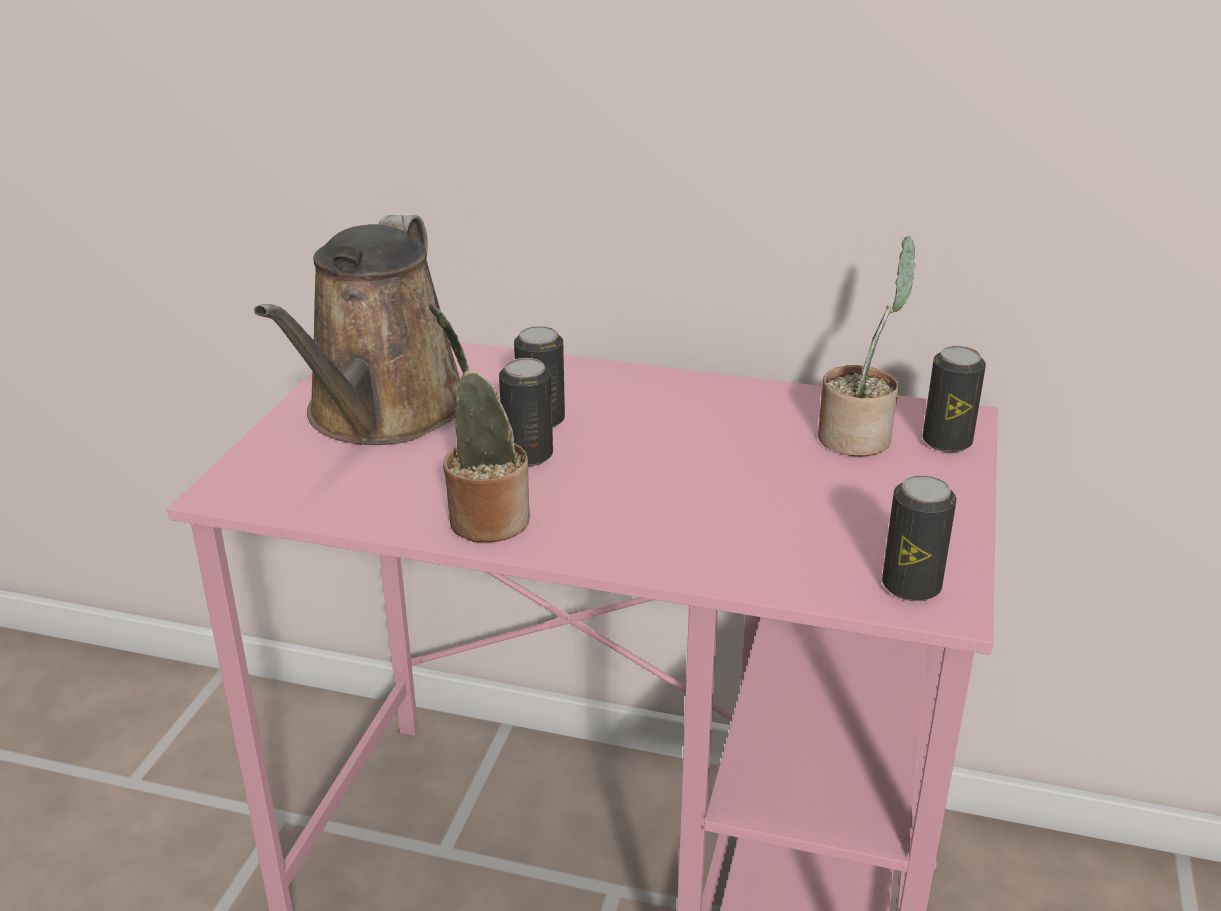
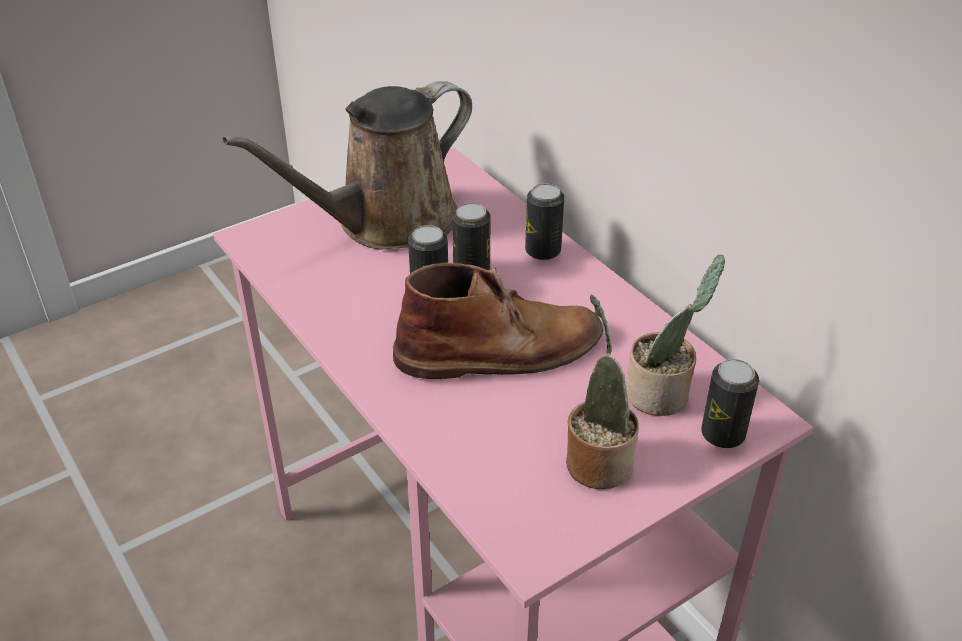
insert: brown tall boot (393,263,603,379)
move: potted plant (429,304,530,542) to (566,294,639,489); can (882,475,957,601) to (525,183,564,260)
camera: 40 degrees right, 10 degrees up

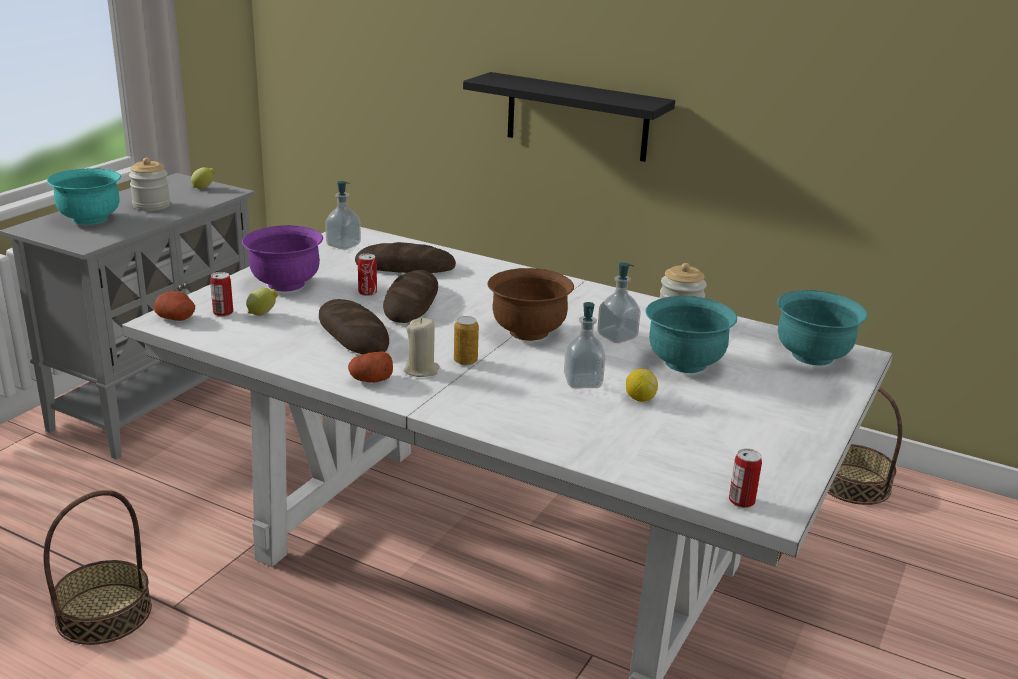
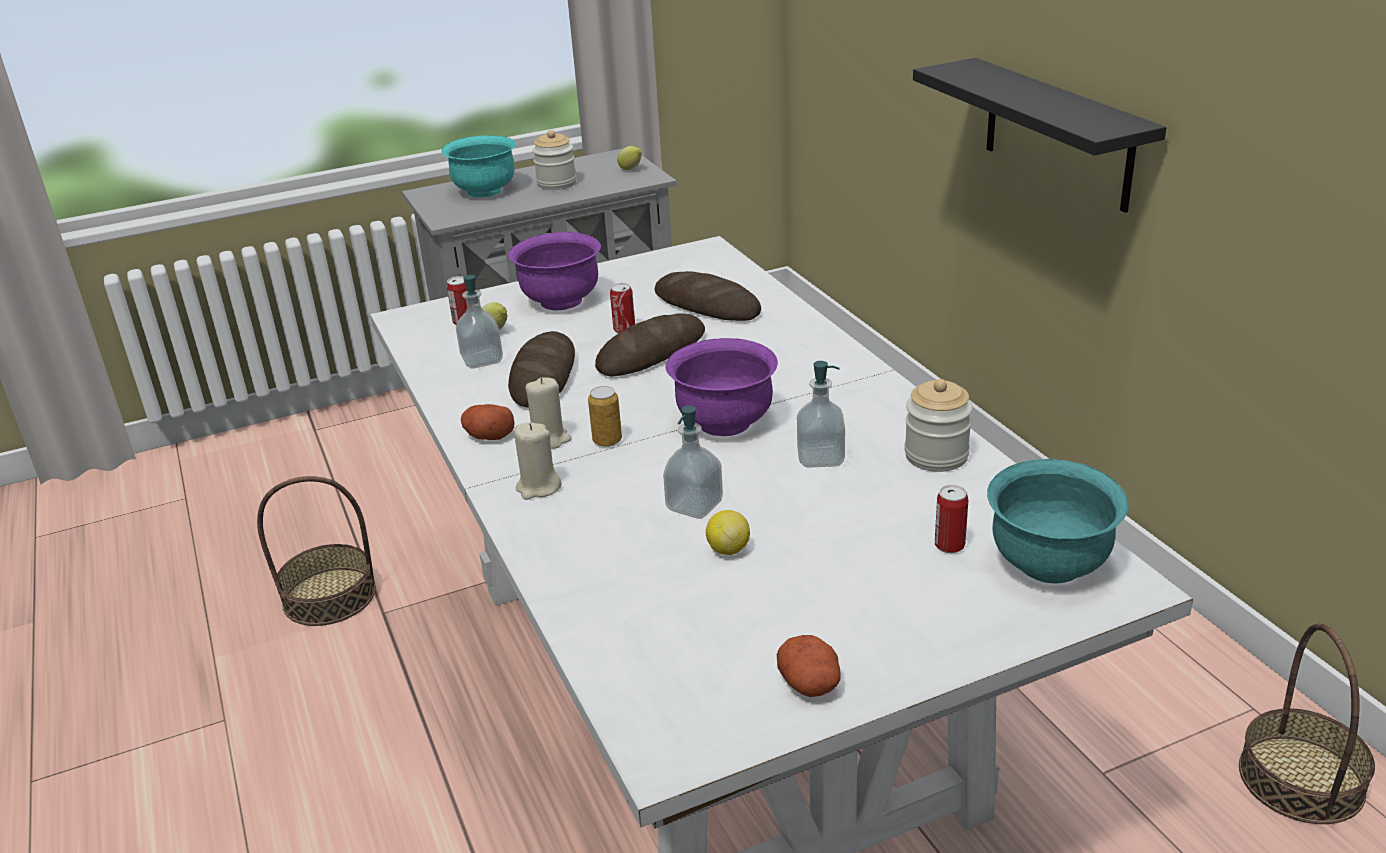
delete: blue-green serving bowl (646,296,737,373)
insert: sand-coloured candle (514,422,562,500)
move: whole potato (154,291,195,321) to (777,635,841,697); liquid soap bottle (325,181,361,250) to (456,275,503,368); can (729,448,762,508) to (935,485,968,553)
recolor: brown serving bowl (487,268,574,341) to purple-coloured serving bowl (666,338,778,436)
camera: 40 degrees right, 5 degrees up

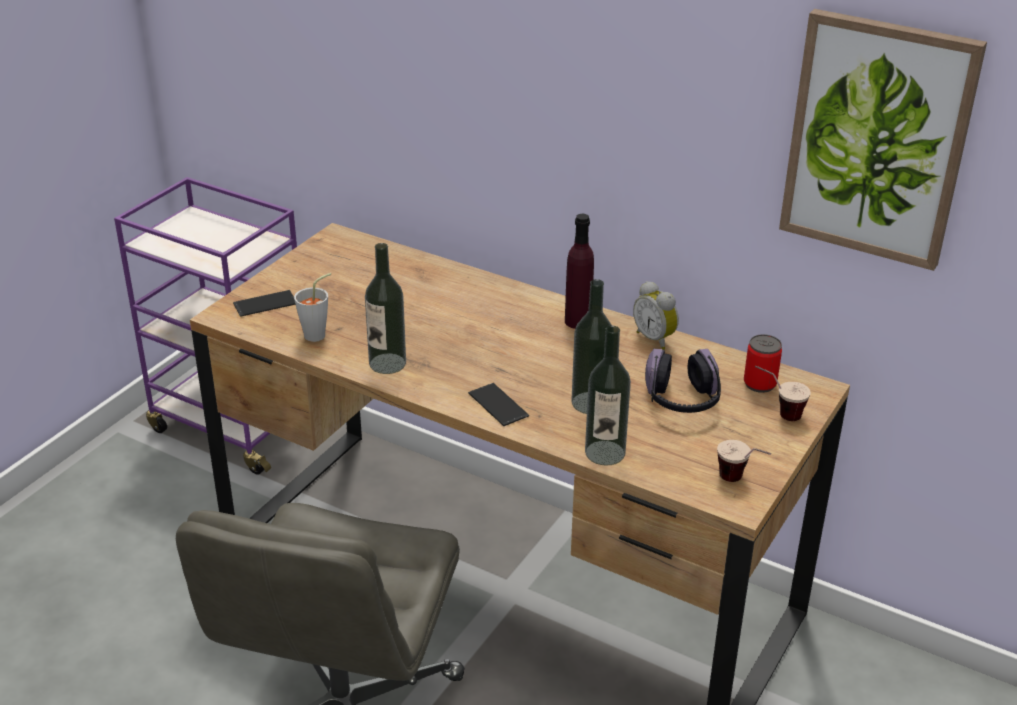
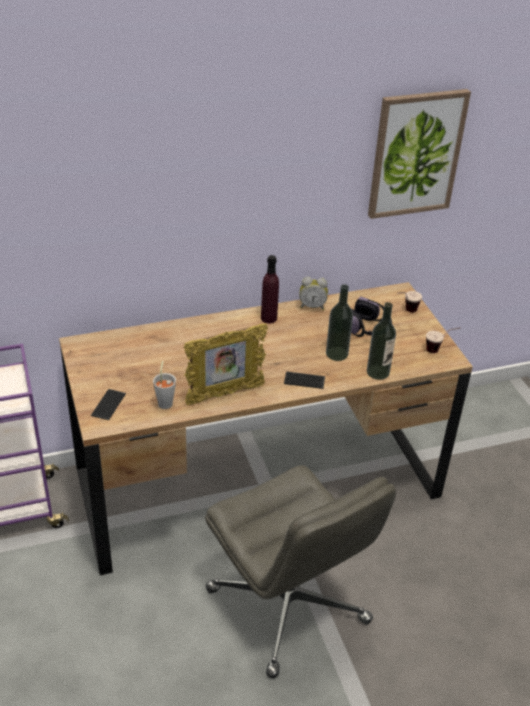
delete: can (744,334,782,393)
replace: bottle (365,243,406,374) to photo frame (184,323,268,405)
camera: 50 degrees left, 5 degrees up

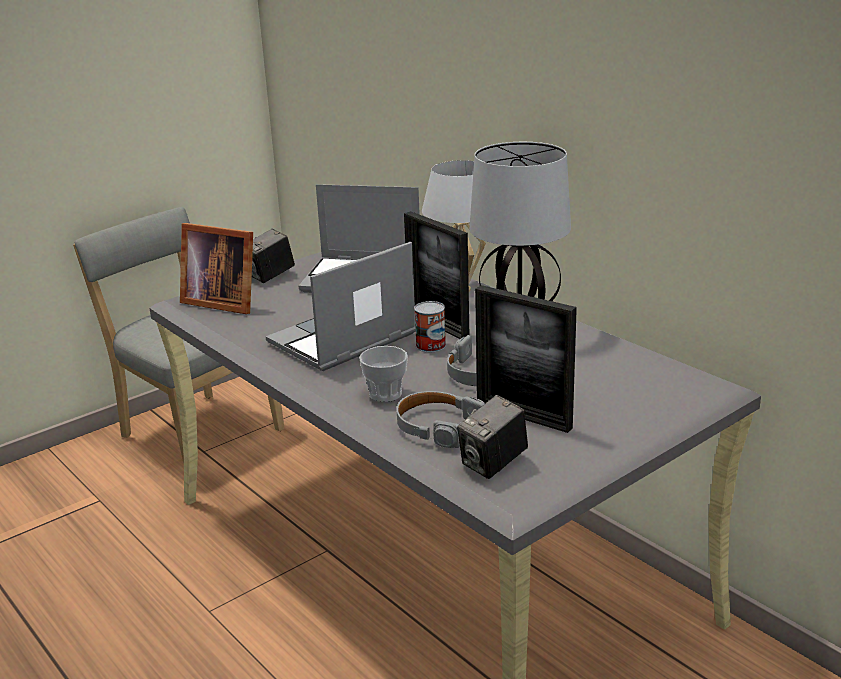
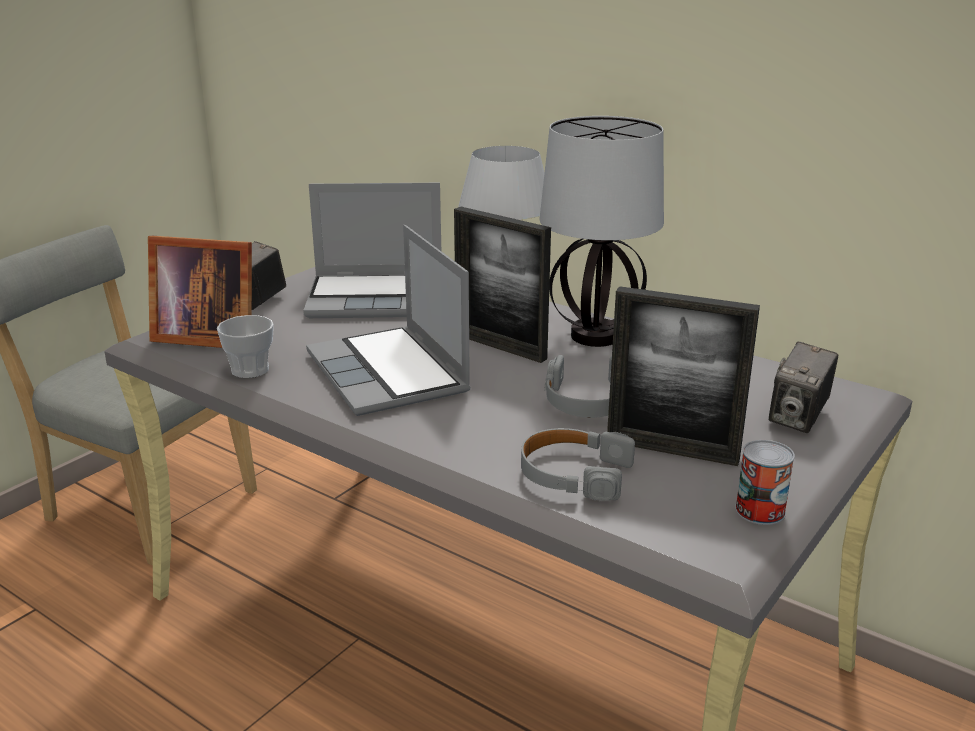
move: drinking cup (359,346,408,402) to (217,315,274,378); can (414,301,446,352) to (735,440,795,525); still camera (457,395,528,479) to (769,342,838,433)
rotate: notebook computer (265,242,416,371) = (306,225,471,416) 60 degrees counterclockwise
camera: 15 degrees left, 0 degrees up

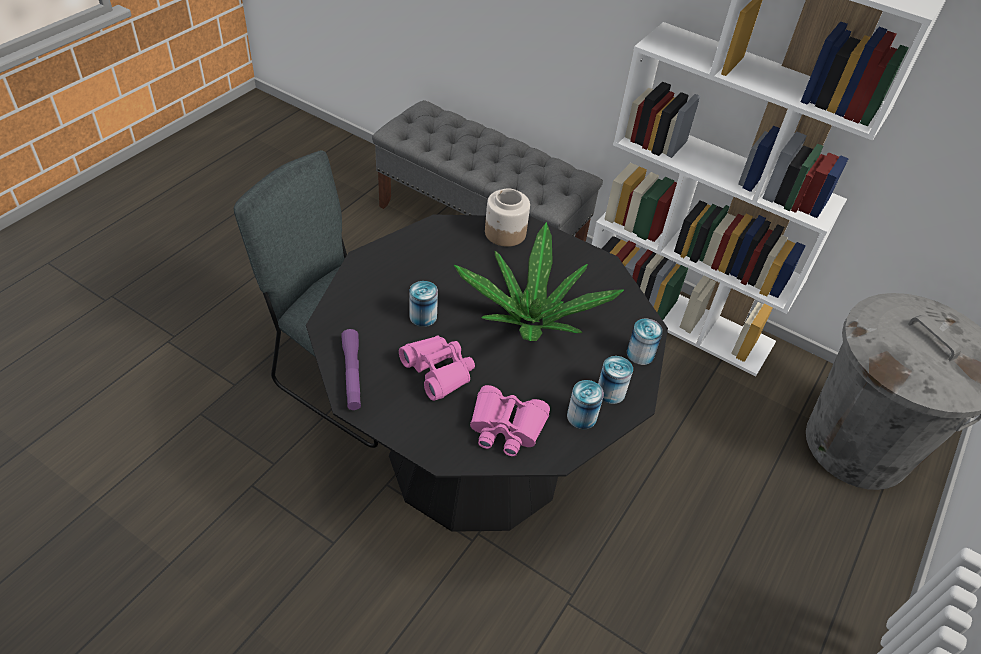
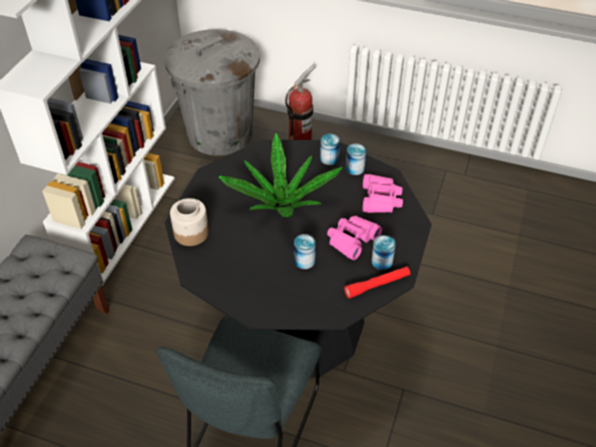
insert: extinguisher (285,64,316,140)
move: can (627,319,663,365) to (372,235,396,270)
recolor: purple-coloured flashlight (341,329,361,410) to reddish flashlight (344,266,410,299)
camera: 100 degrees left, 0 degrees up

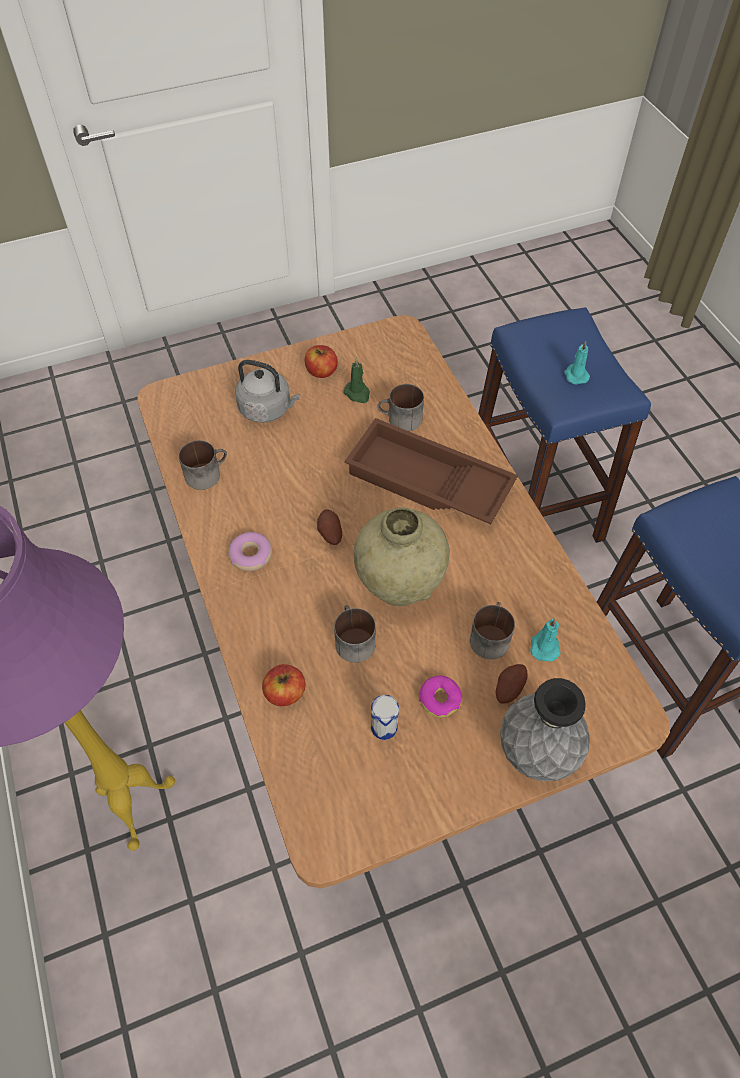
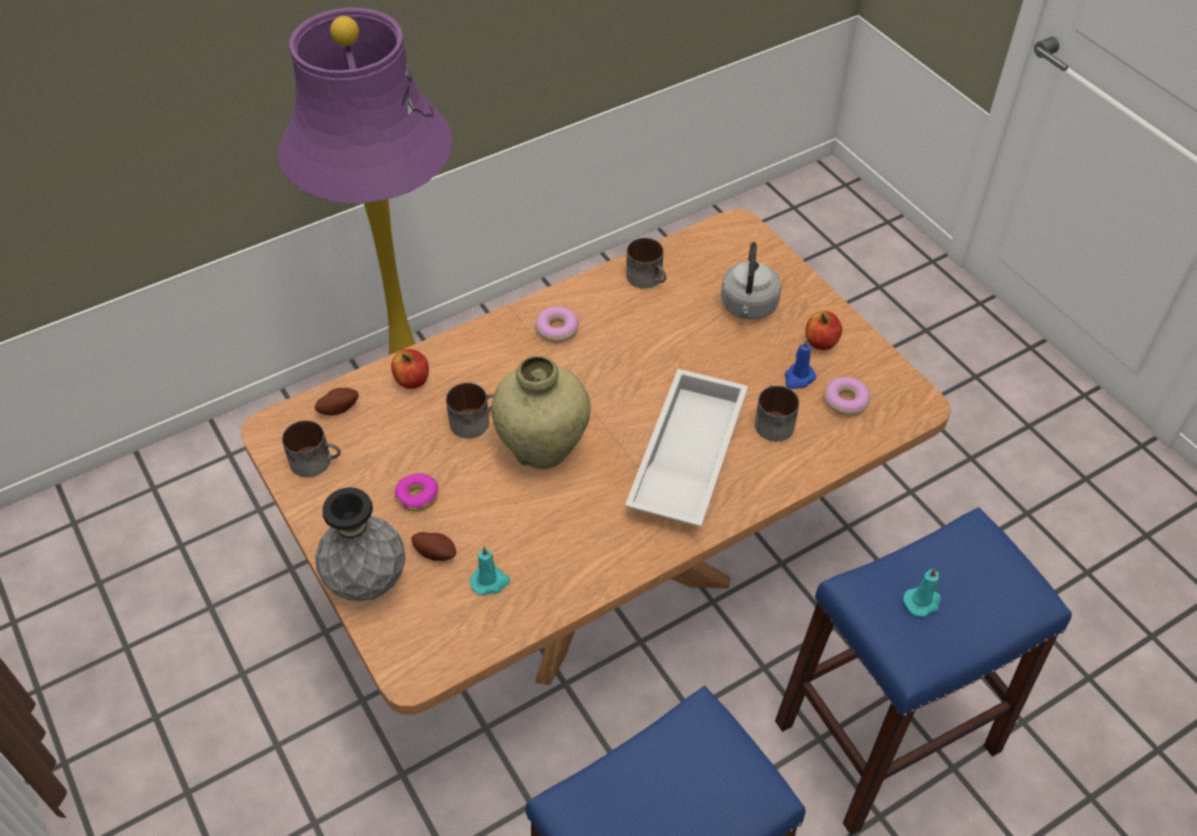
delete: can (371,695,399,740)
insert: doughnut (824,377,870,416)
move: whole potato (317,509,342,545) to (314,388,359,415); mug (470,602,515,659) to (282,420,341,477)
recolor: greenish candle (343,358,370,403) to blue-coloured candle (784,339,816,389); brown tray (344,418,518,524) to whitish tray (625,369,748,527)
camera: 80 degrees right, 5 degrees down

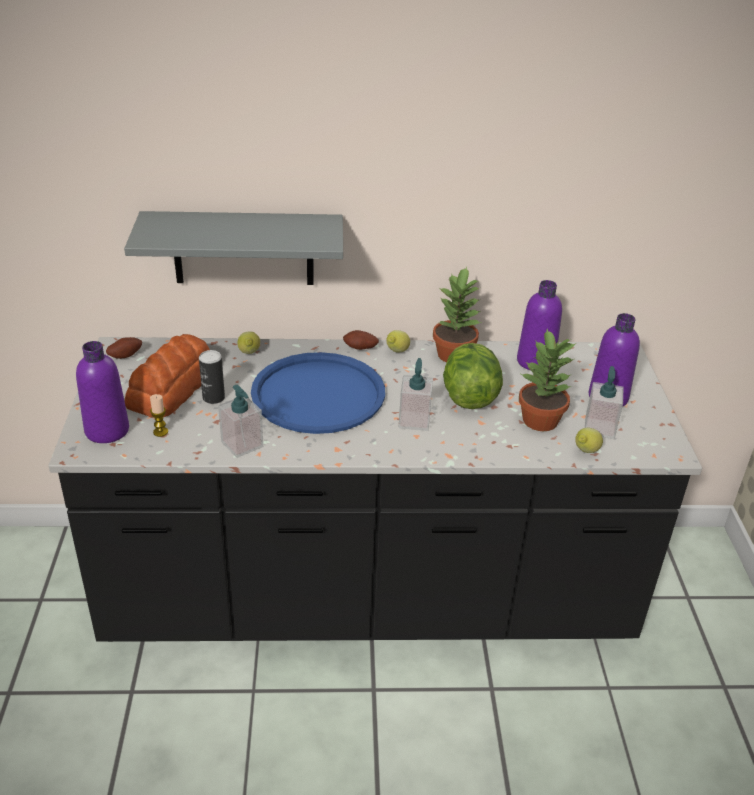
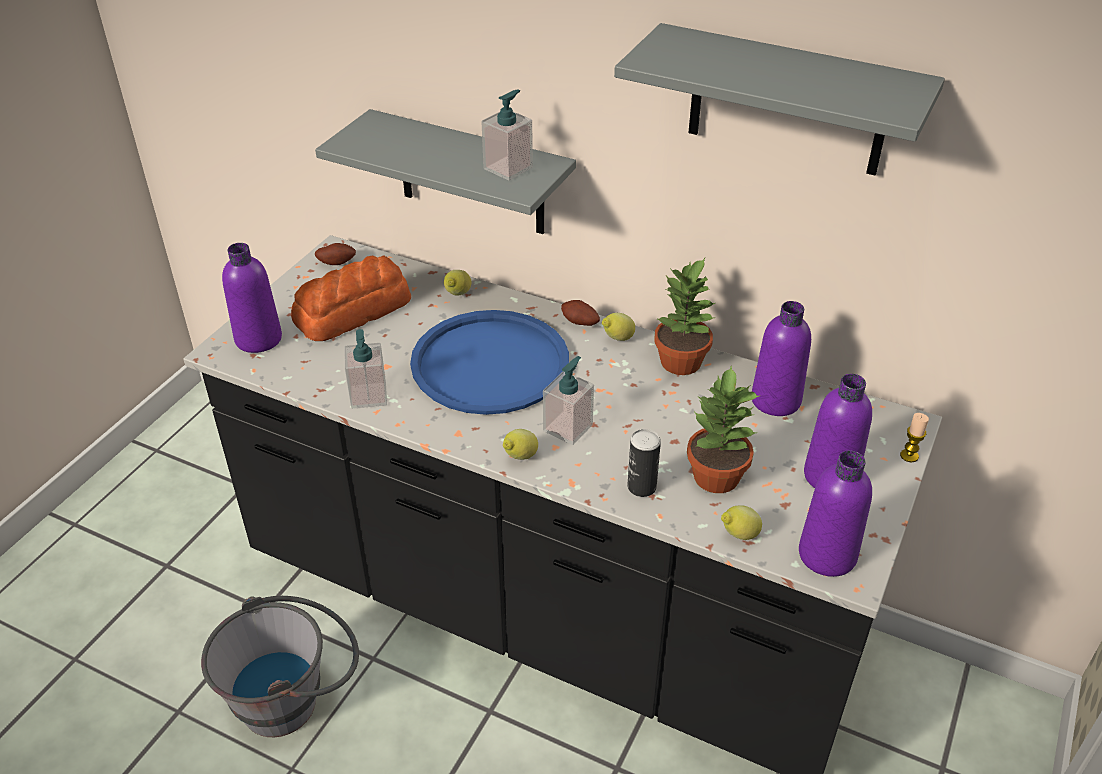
delete: head of lettuce (443,343,503,409)
insert: gray bucket (201,596,359,737); lemon (503,429,538,460); gray bracket shelf (614,23,945,175); purple-coloured bottle (799,450,872,577)
move: candle (150,394,168,437) to (900,413,929,462); can (199,350,225,404) to (627,429,661,497); liquid soap bottle (585,366,623,439) to (481,89,533,181)
camera: 30 degrees right, 5 degrees up

